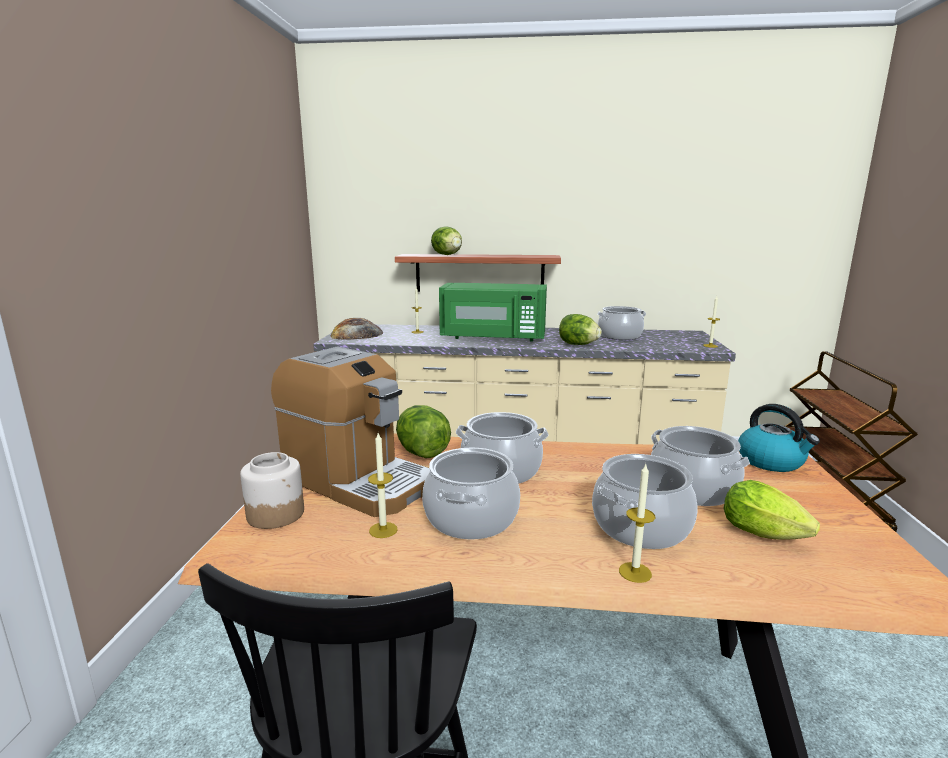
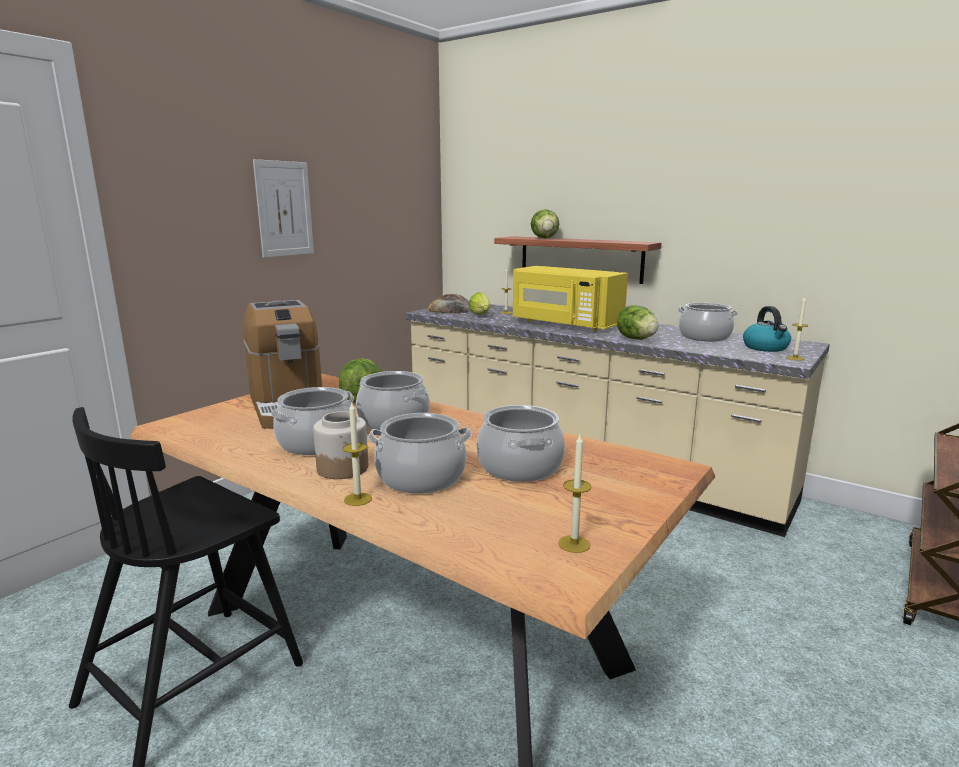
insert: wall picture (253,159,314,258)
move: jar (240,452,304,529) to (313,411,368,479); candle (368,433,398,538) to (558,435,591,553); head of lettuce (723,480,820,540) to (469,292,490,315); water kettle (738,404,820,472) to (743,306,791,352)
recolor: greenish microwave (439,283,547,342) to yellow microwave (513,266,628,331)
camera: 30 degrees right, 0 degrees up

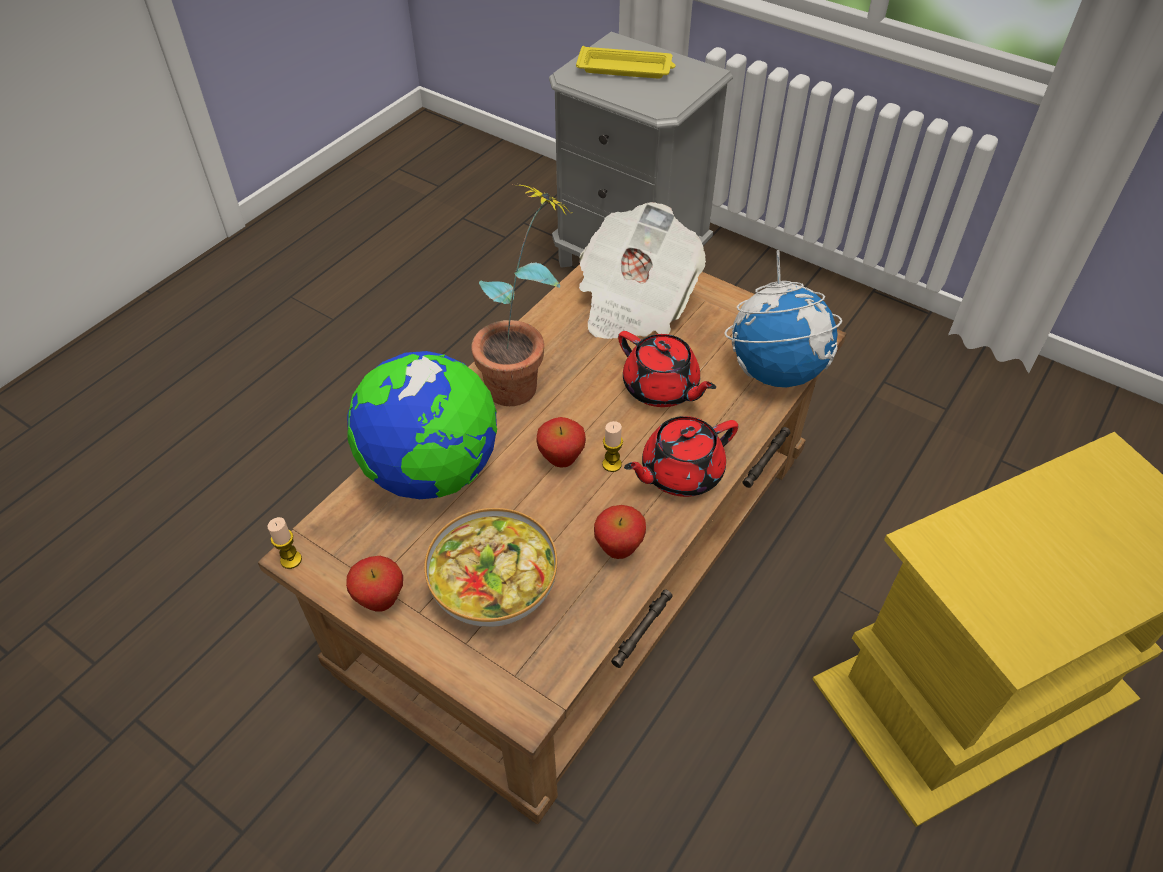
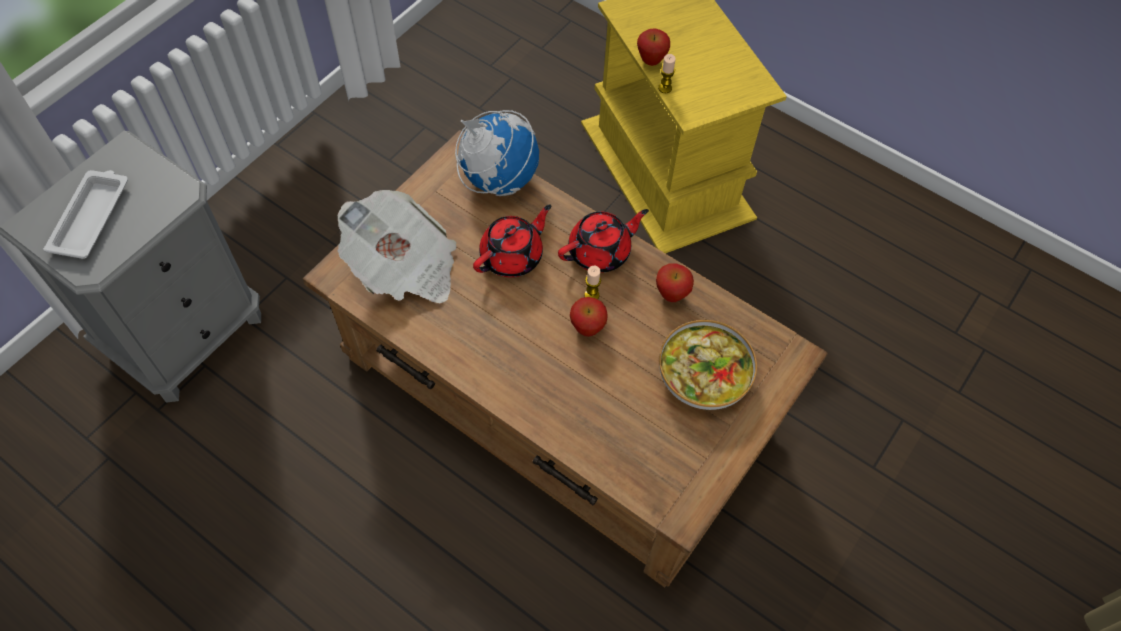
delete: globe (347,351,497,499); potted plant (471,182,569,406)
move: candle (268,517,302,569) to (658,54,676,93); whole apple (346,556,403,612) to (637,28,670,66)
recolor: yellow tray (576,46,676,78) to whitish tray (43,170,128,259)
rotate: reddish teapot (624,416,738,497) = (558,209,649,273) 90 degrees counterclockwise
camera: 90 degrees left, 10 degrees up

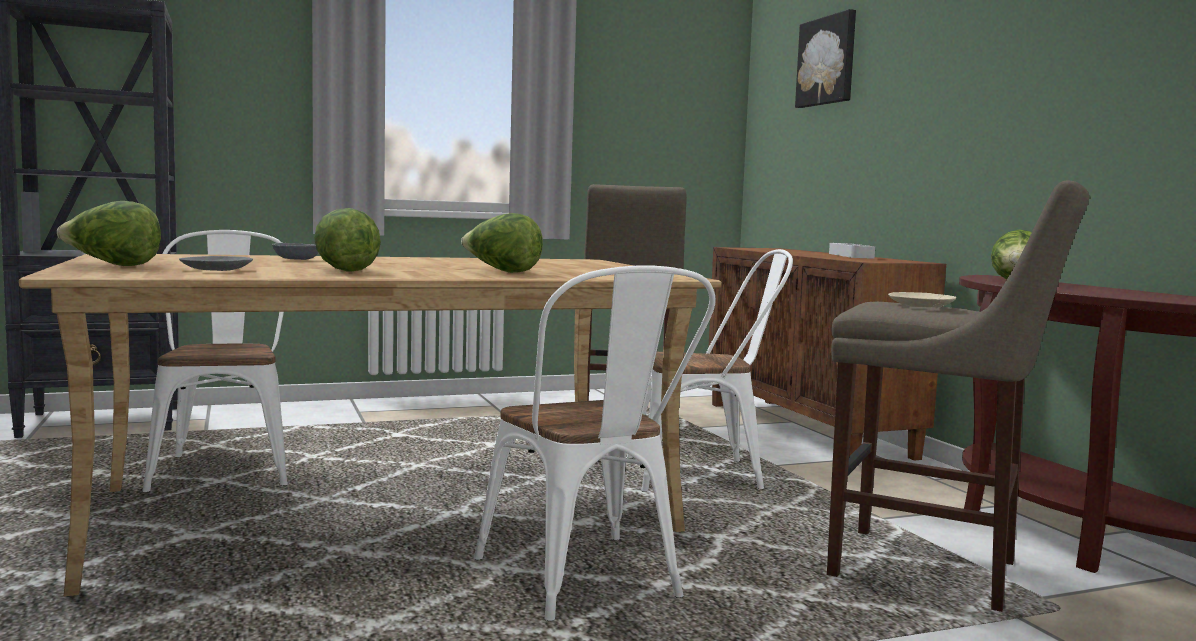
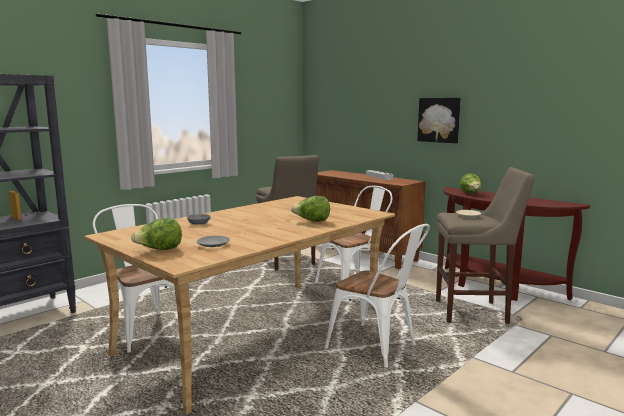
delete: head of lettuce (314,208,381,272)
move: wall picture (795,9,856,108) to (417,98,461,143)
camera: 25 degrees left, 5 degrees up

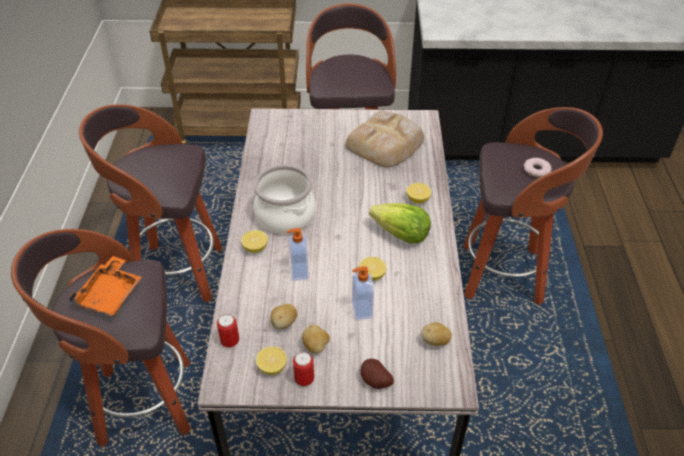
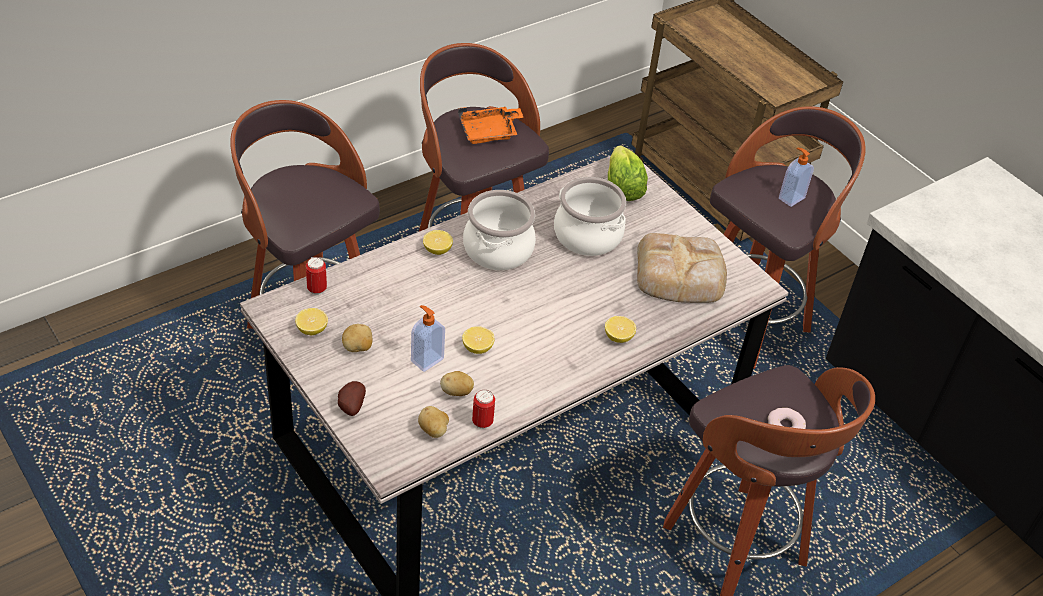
insert: saucepot (554,177,626,256)
move: orange-coloured tray (69,256,142,316) to (458,107,524,144); whole potato (270,304,297,330) to (440,371,474,396); liquid soap bottle (287,228,309,281) to (779,148,814,207); can (293,352,314,387) to (472,390,495,429); head of lettuce (369,203,431,244) to (608,146,648,201)
camera: 50 degrees right, 0 degrees up

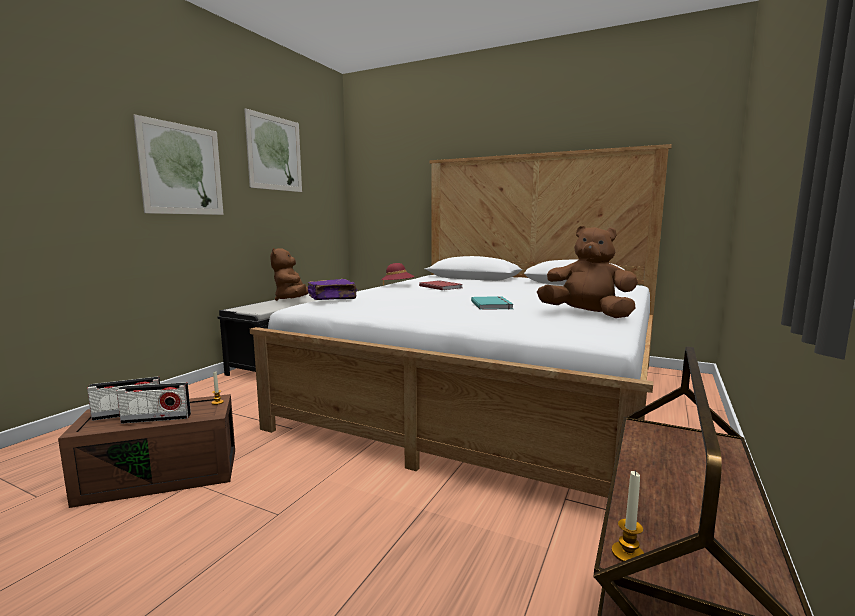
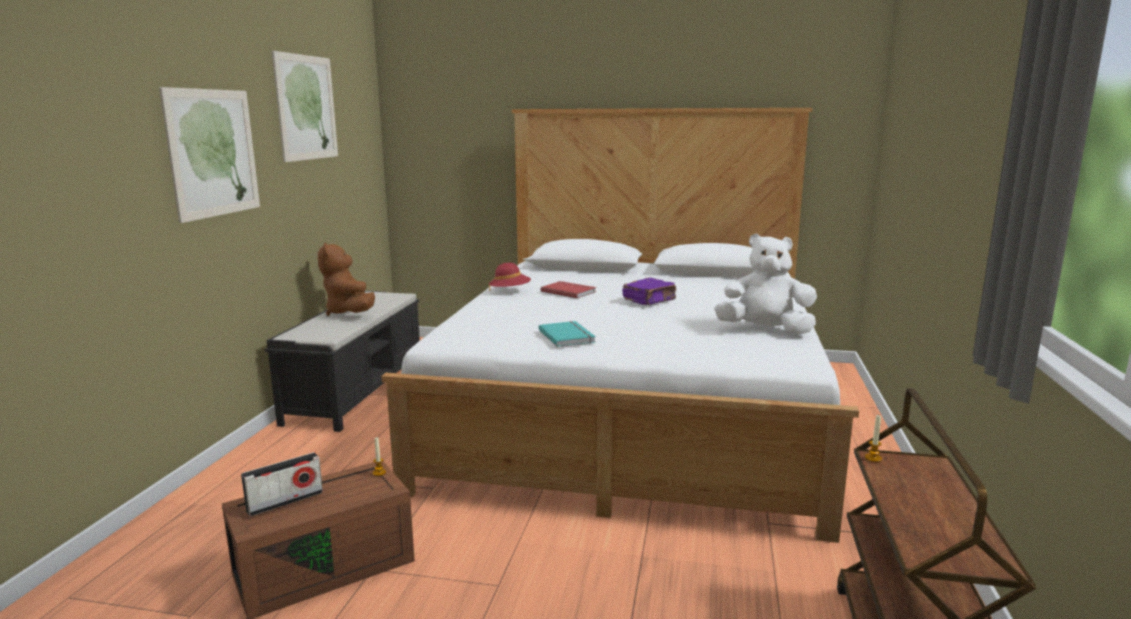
delete: radio receiver (116,382,191,424)
move: purple-coloured bound book (308,279,357,300) to (622,278,676,305); blue-green bound book (471,296,514,310) to (539,321,596,347); candle (612,470,644,562) to (865,415,882,462)
recolor: brown cuddly toy (537,226,638,318) to whitish cuddly toy (714,234,817,334)
camera: 15 degrees left, 5 degrees up

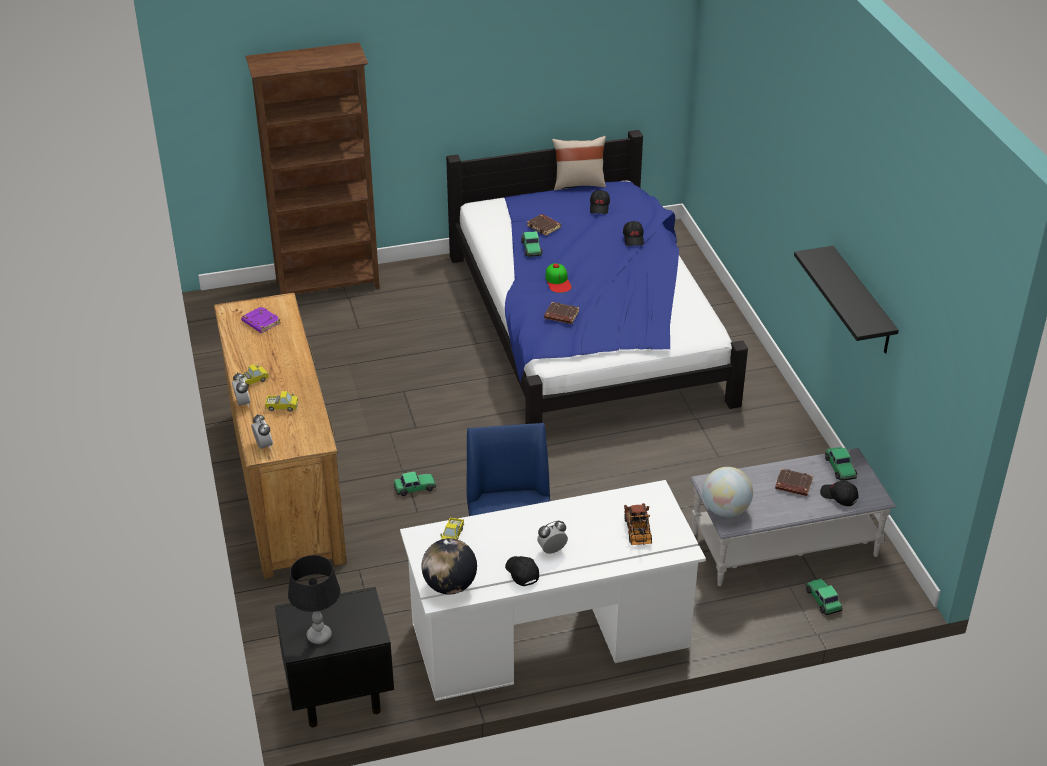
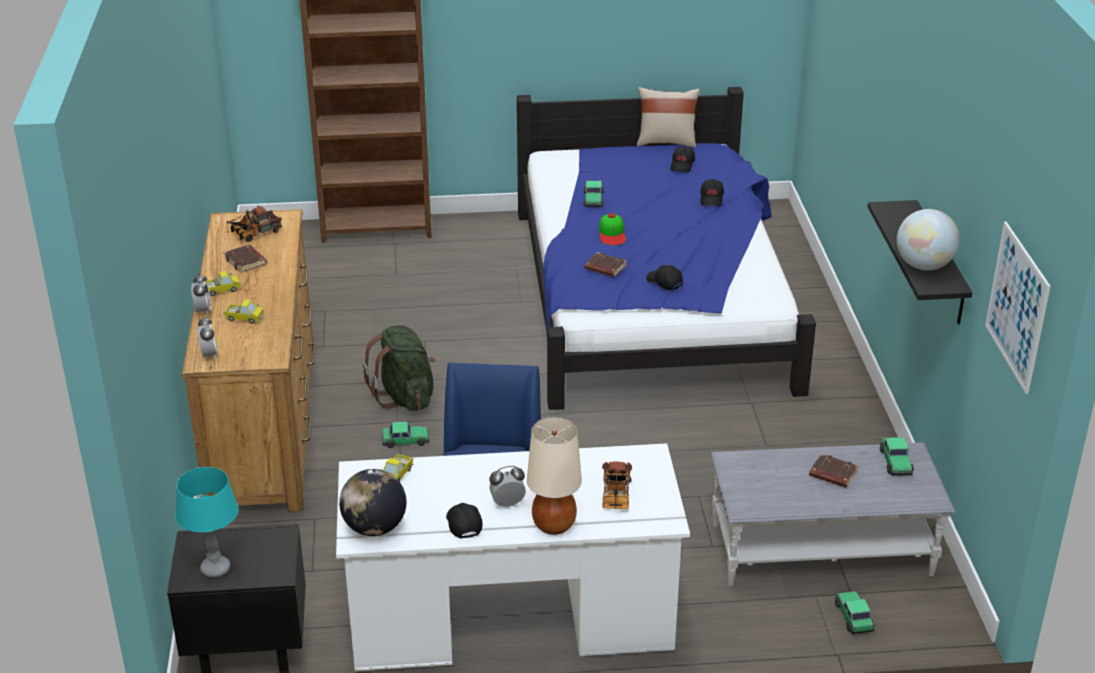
insert: greenish rucksack (363,325,436,411); sand-coloured table lamp (527,417,582,535); wall picture (985,222,1051,394)
move: brown bound book (527,214,561,236) to (224,245,267,273); globe (702,467,753,517) to (897,209,959,270); black peaked cap (820,480,858,506) to (646,265,683,290)
replace: purple-coloured bound book (241,306,281,333) to toy truck (226,205,282,242)
recolor: black table lamp (288,555,341,644) to blue-green table lamp (175,467,238,578)
camera: 10 degrees right, 5 degrees down

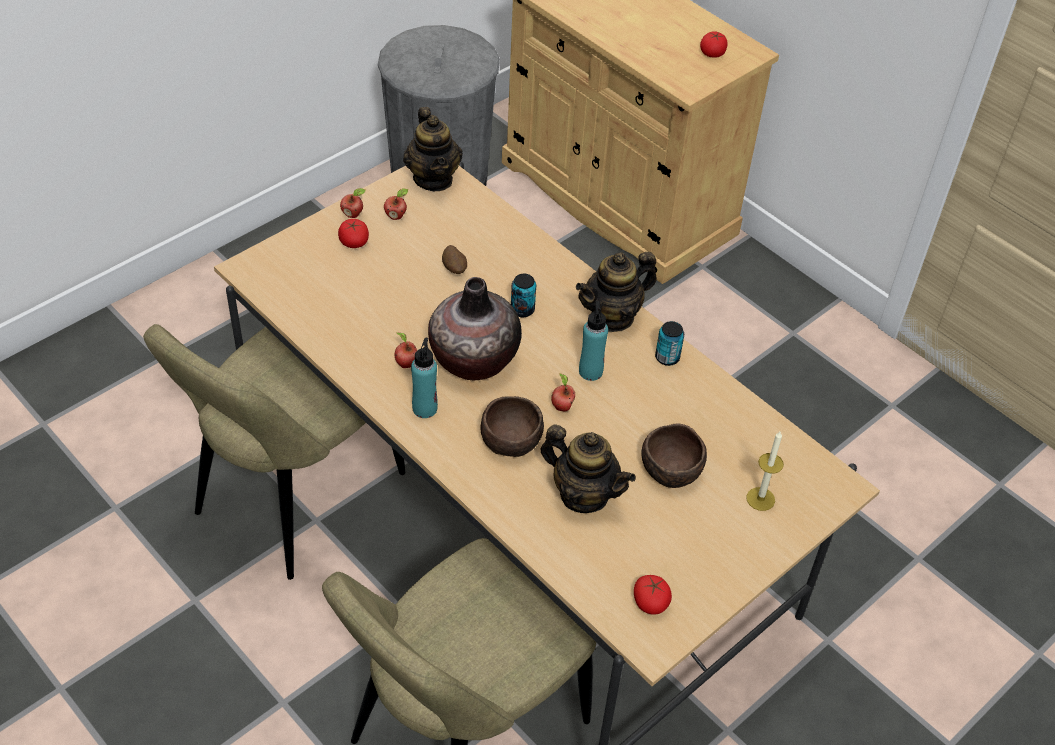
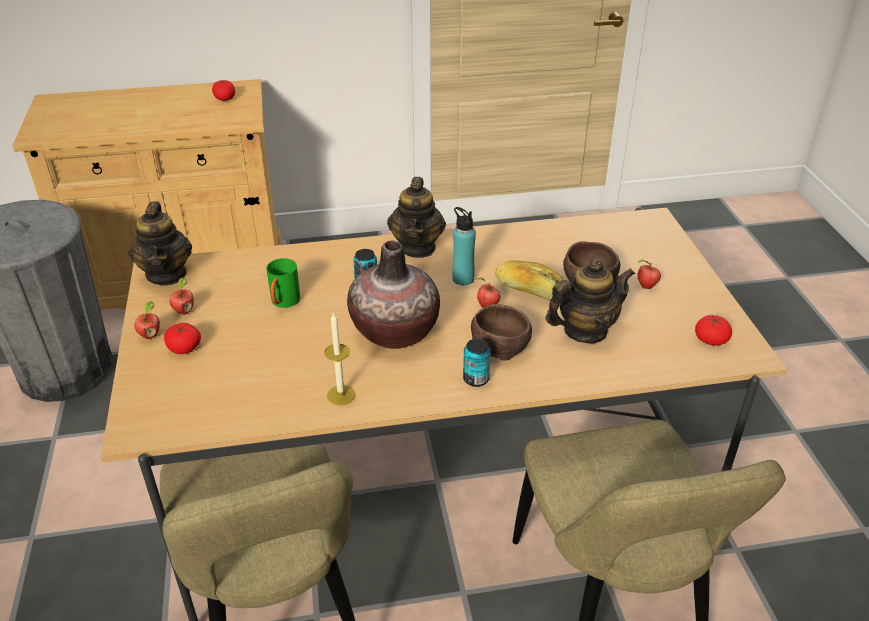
delete: blue-green bottle (411,338,438,418)
insert: bakery bread (495,260,564,301)
move: whole apple (395,332,417,368) to (637,260,661,289); can (655,321,684,366) to (463,338,491,387); candle (746,431,784,511) to (325,312,355,406)
replace: whole potato (442,245,467,274) to greenish mug (266,258,300,308)
rotate: teapot (403,107,463,191) = (128,201,192,286) 60 degrees clockwise
camera: 55 degrees left, 10 degrees down

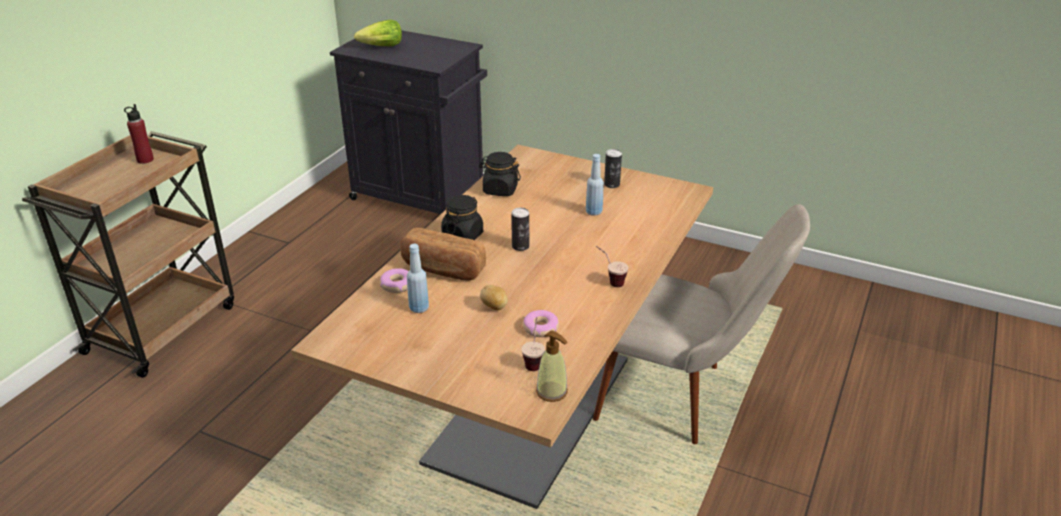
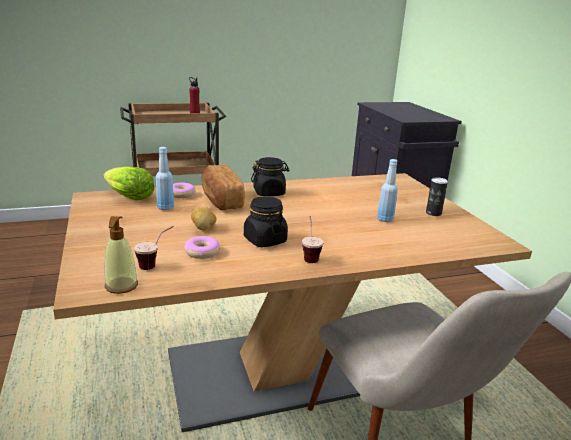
delete: can (511,208,529,251)
move: head of lettuce (354,20,402,46) to (104,166,155,200); black jar (479,152,521,196) to (244,196,288,248)
camera: 45 degrees right, 10 degrees down

